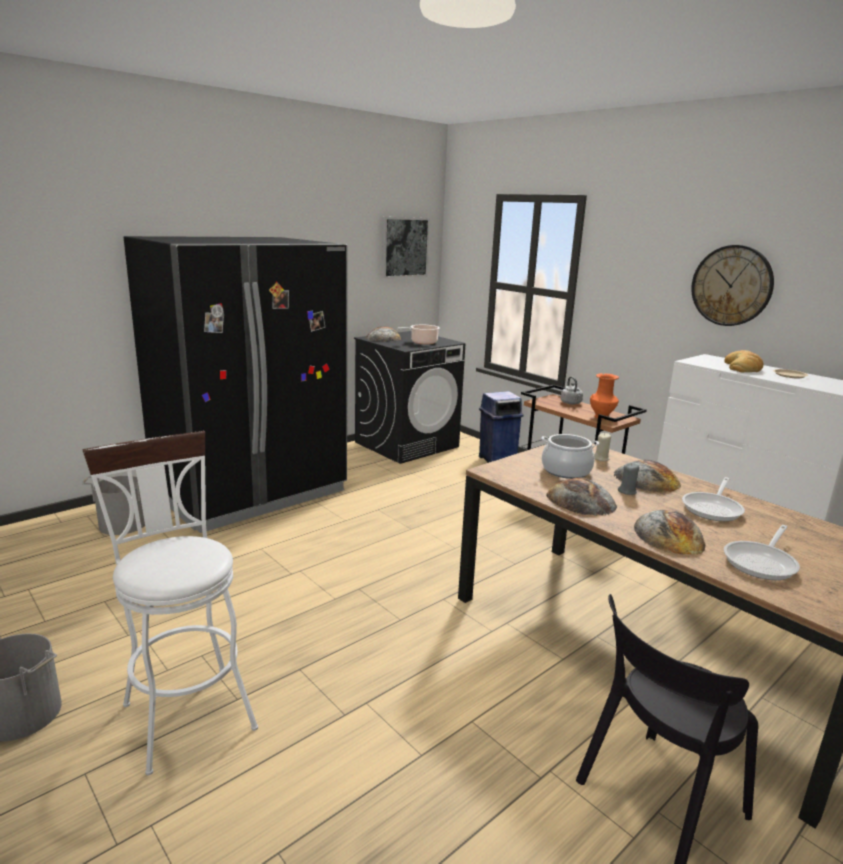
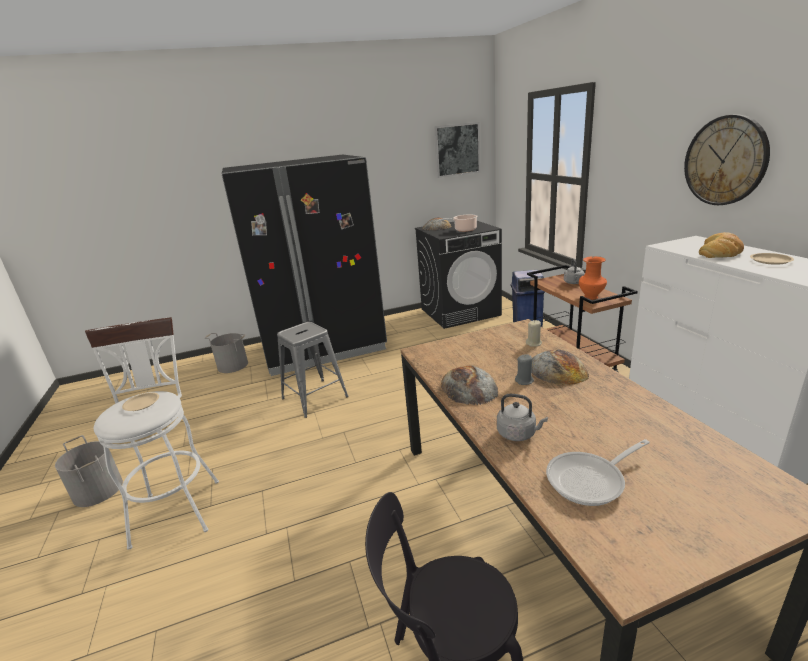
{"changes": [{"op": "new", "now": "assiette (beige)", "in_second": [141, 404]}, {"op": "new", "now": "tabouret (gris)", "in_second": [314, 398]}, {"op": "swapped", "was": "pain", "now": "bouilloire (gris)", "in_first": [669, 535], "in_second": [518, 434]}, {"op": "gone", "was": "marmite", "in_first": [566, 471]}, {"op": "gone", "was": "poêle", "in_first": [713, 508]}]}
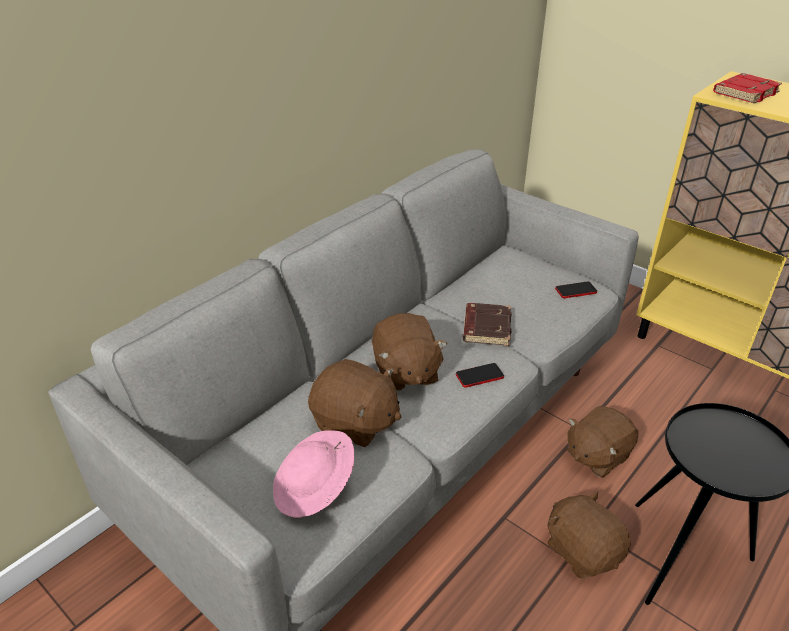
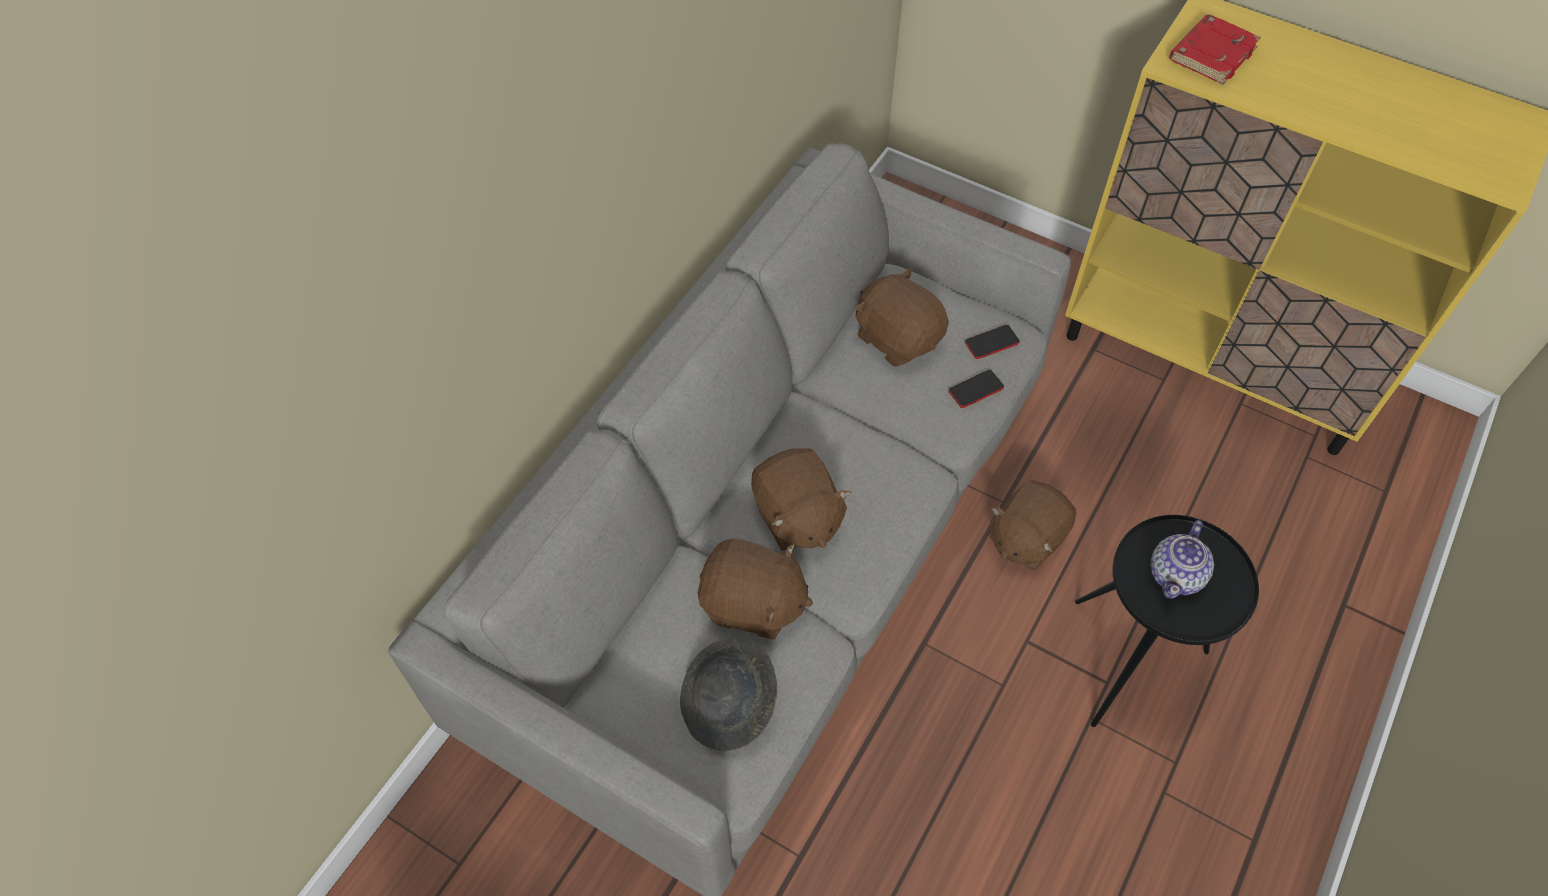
{"changes": [{"op": "repainted", "was": "chapeau (rose)", "now": "chapeau (gris)", "in_first": [315, 488], "in_second": [729, 705]}, {"op": "shifted", "was": "peluche (marron)", "in_first": [582, 550], "in_second": [898, 337]}, {"op": "shifted", "was": "téléphone", "in_first": [479, 376], "in_second": [975, 389]}, {"op": "new", "now": "théière", "in_second": [1176, 574]}, {"op": "gone", "was": "livre (marron)", "in_first": [486, 328]}]}
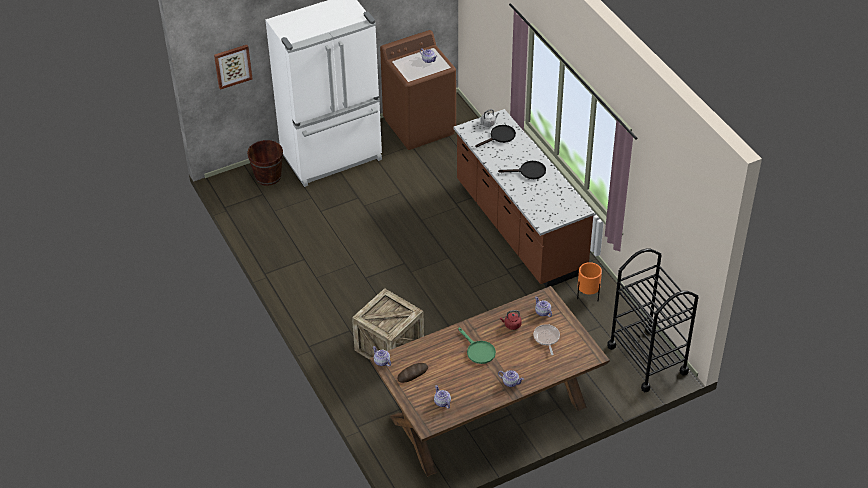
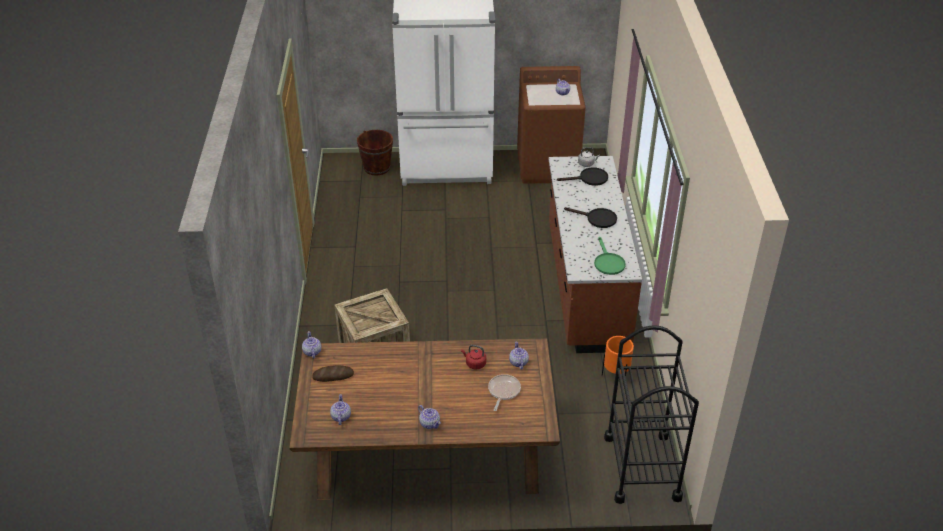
{"changes": [{"op": "shifted", "was": "poêle (vert)", "in_first": [478, 351], "in_second": [608, 262]}, {"op": "gone", "was": "tableau", "in_first": [232, 66]}]}
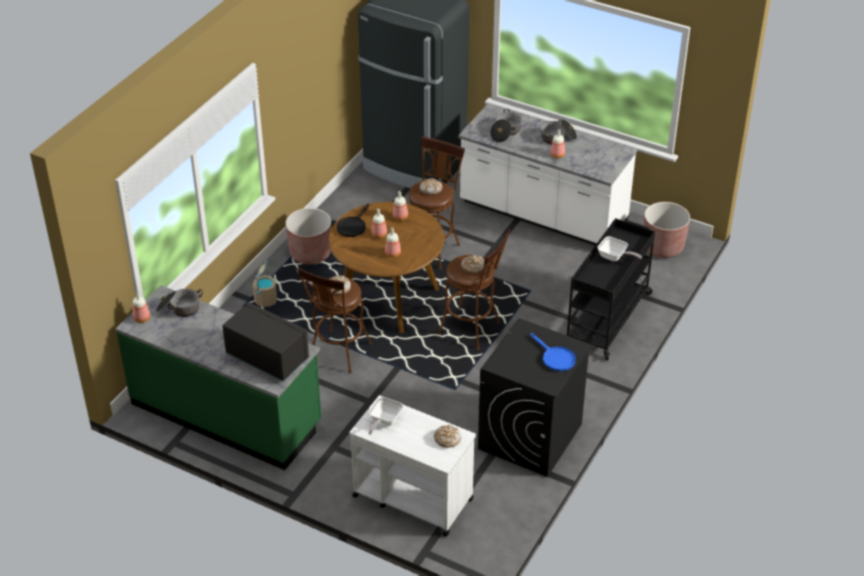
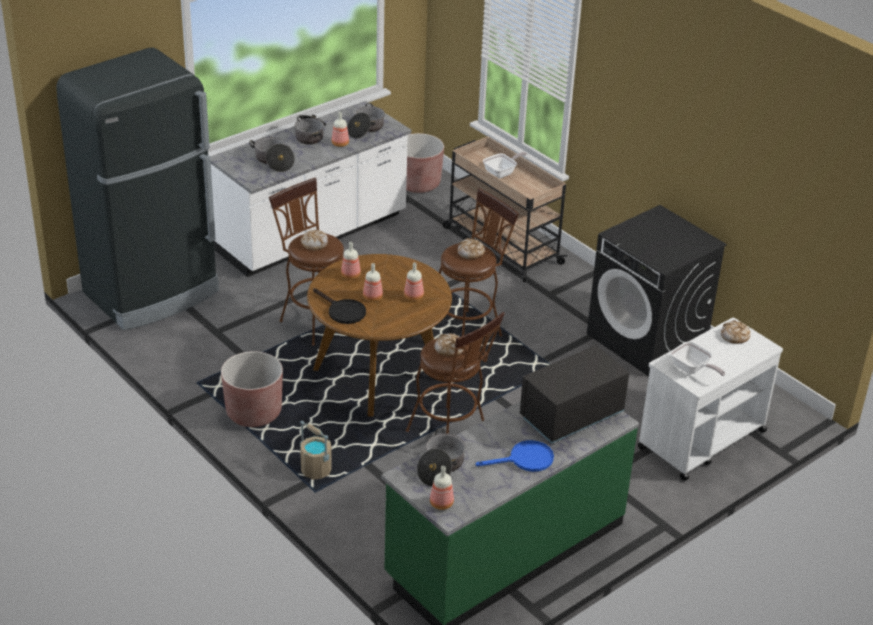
{"changes": [{"op": "new", "now": "marmite", "in_second": [365, 129]}, {"op": "repainted", "was": "chariot (noir)", "now": "chariot (beige)", "in_first": [607, 318], "in_second": [501, 245]}, {"op": "shifted", "was": "poêle (bleu)", "in_first": [555, 358], "in_second": [525, 460]}]}
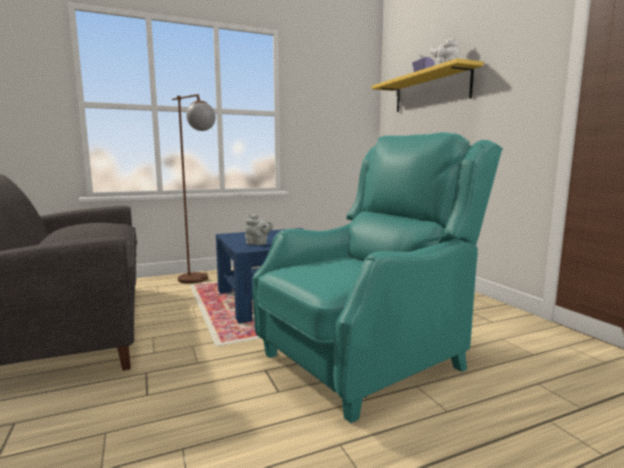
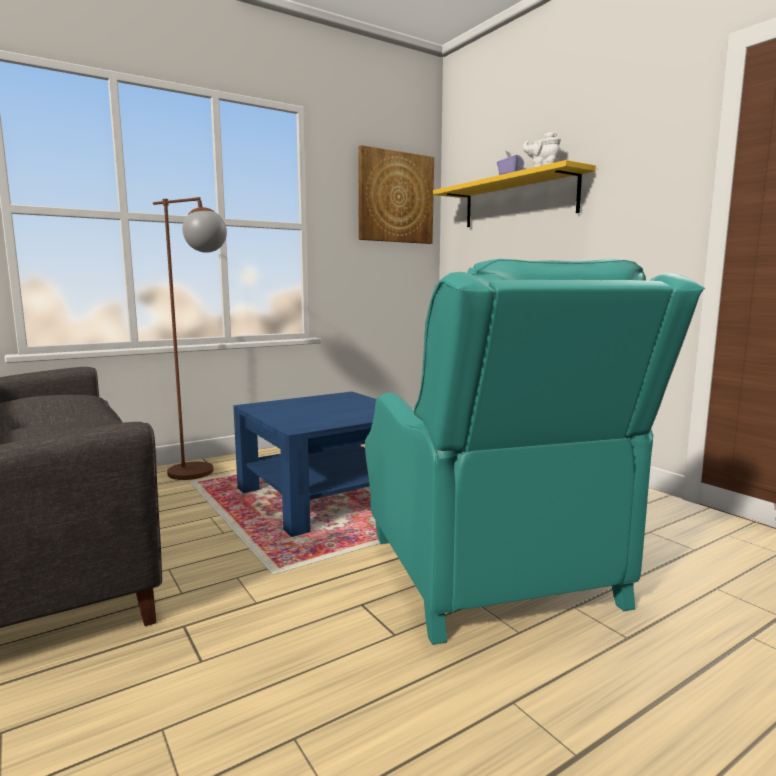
{"changes": [{"op": "new", "now": "tableau", "in_second": [395, 197]}, {"op": "rotated", "was": "fauteuil (turquoise)", "in_first": [366, 359], "in_second": [493, 575], "clockwise": 120}, {"op": "gone", "was": "théière (gris)", "in_first": [258, 244]}]}
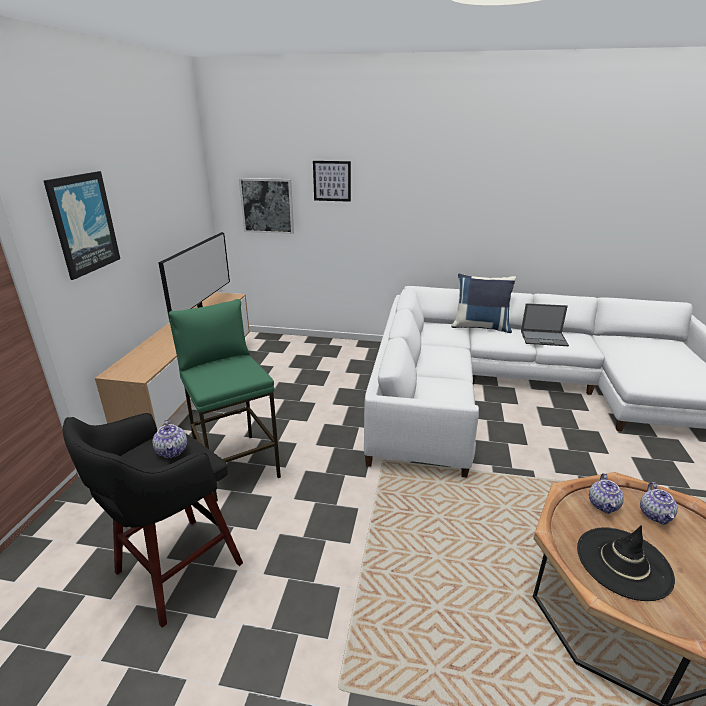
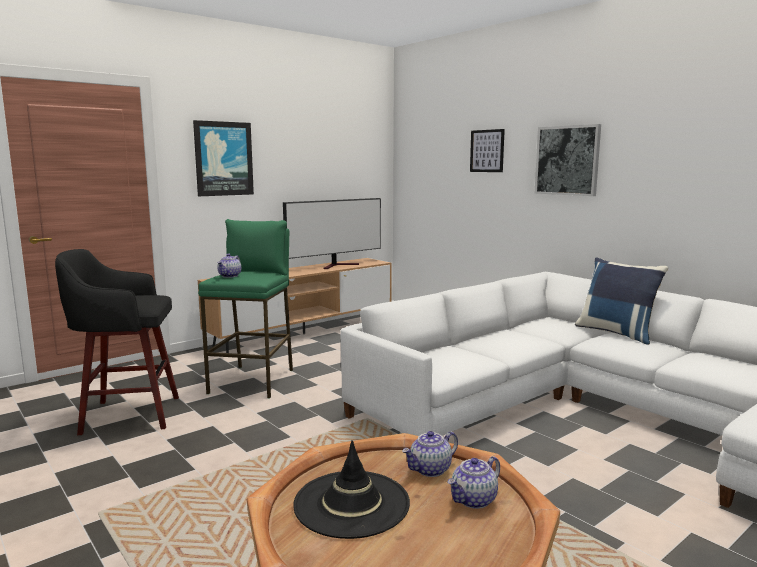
{"changes": [{"op": "shifted", "was": "théière", "in_first": [172, 451], "in_second": [230, 276]}, {"op": "shifted", "was": "tableau", "in_first": [267, 206], "in_second": [567, 160]}, {"op": "gone", "was": "ordinateur portable", "in_first": [544, 338]}]}
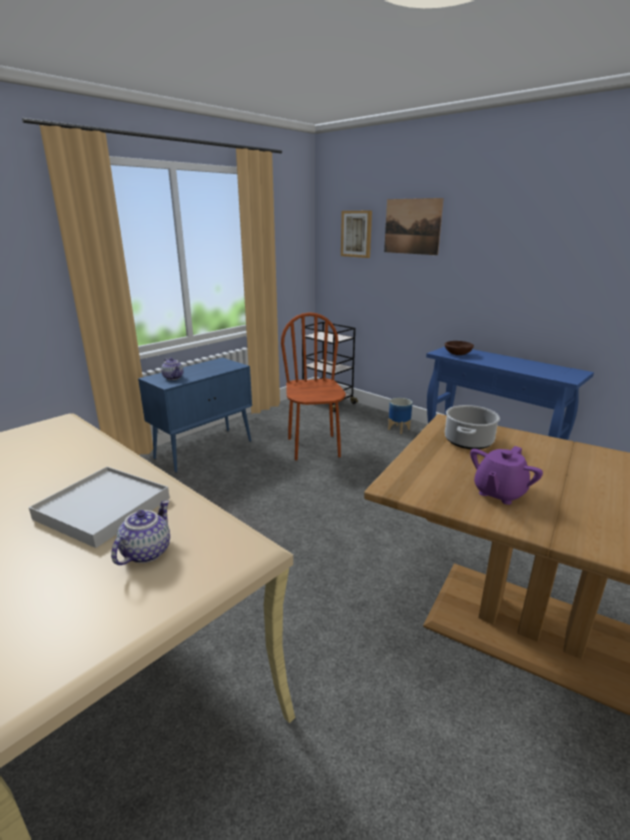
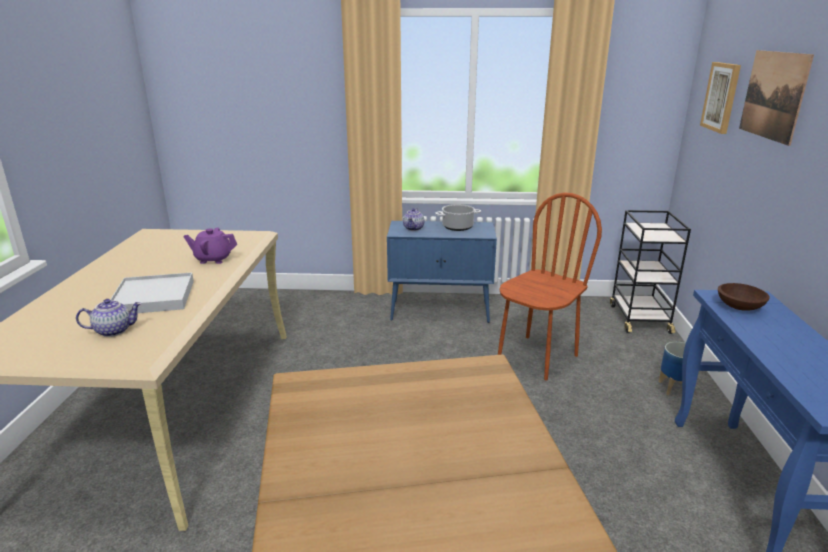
{"changes": [{"op": "shifted", "was": "théière (violet)", "in_first": [499, 493], "in_second": [213, 259]}, {"op": "shifted", "was": "marmite", "in_first": [468, 441], "in_second": [457, 227]}]}
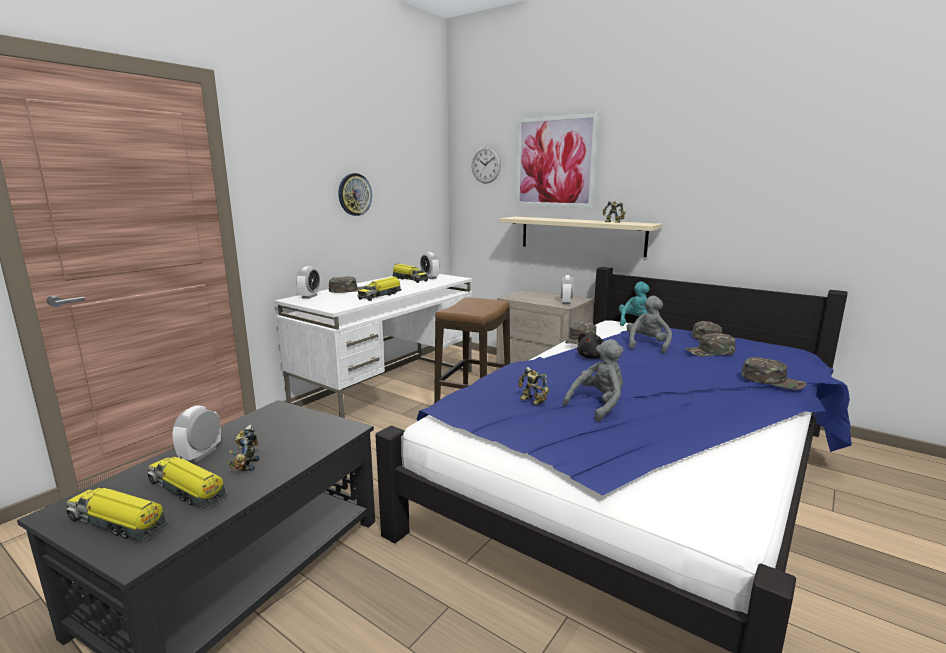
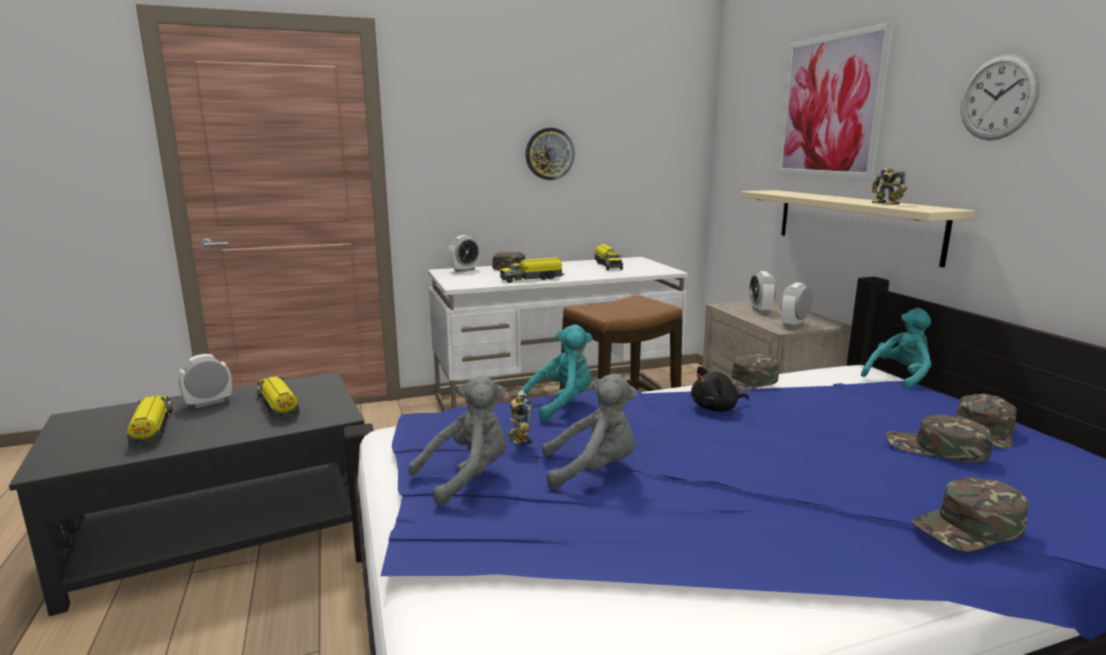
{"changes": [{"op": "shifted", "was": "camion jouet", "in_first": [118, 523], "in_second": [278, 406]}, {"op": "shifted", "was": "peluche (gris)", "in_first": [647, 345], "in_second": [467, 477]}, {"op": "new", "now": "peluche (turquoise)", "in_second": [561, 405]}, {"op": "shifted", "was": "réveil", "in_first": [430, 277], "in_second": [760, 310]}, {"op": "rotated", "was": "casquette (vert)", "in_first": [772, 380], "in_second": [969, 527], "clockwise": 90}, {"op": "shifted", "was": "horloge murale", "in_first": [486, 165], "in_second": [998, 98]}, {"op": "gone", "was": "robot jouet", "in_first": [246, 465]}]}
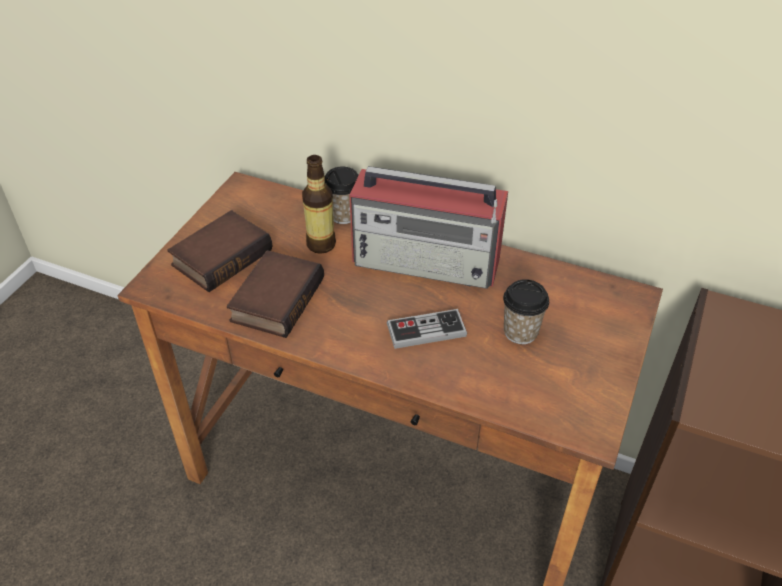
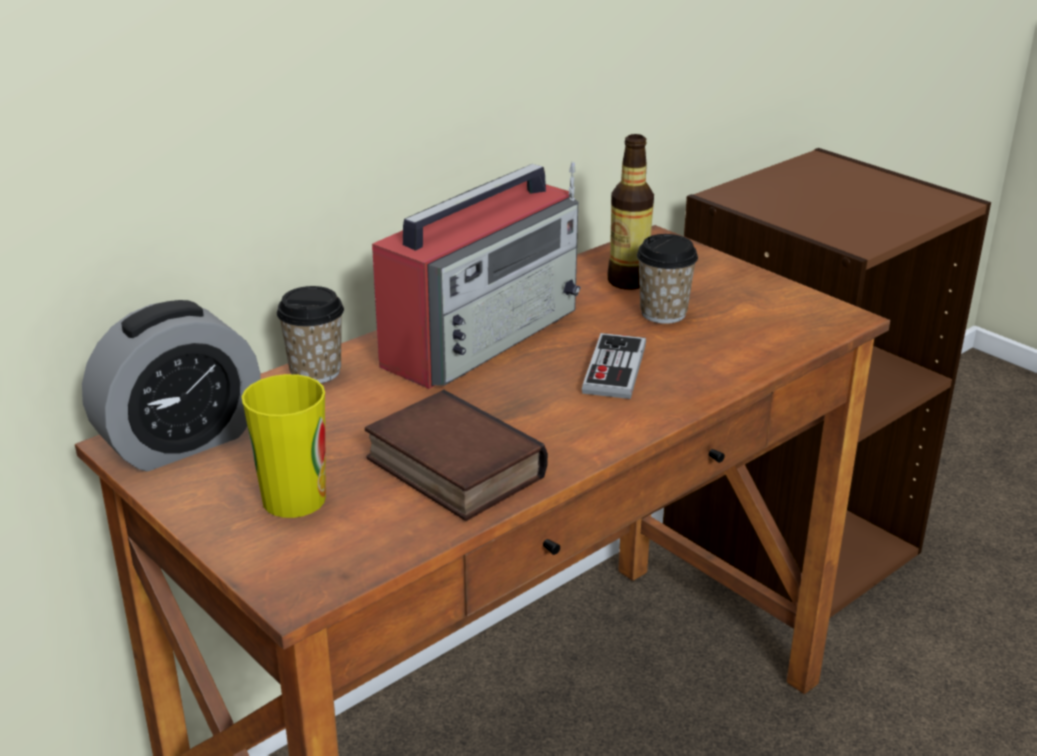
{"changes": [{"op": "new", "now": "réveil", "in_second": [181, 442]}, {"op": "swapped", "was": "livre", "now": "tasse", "in_first": [221, 256], "in_second": [294, 499]}, {"op": "shifted", "was": "bouteille", "in_first": [321, 244], "in_second": [628, 281]}]}
